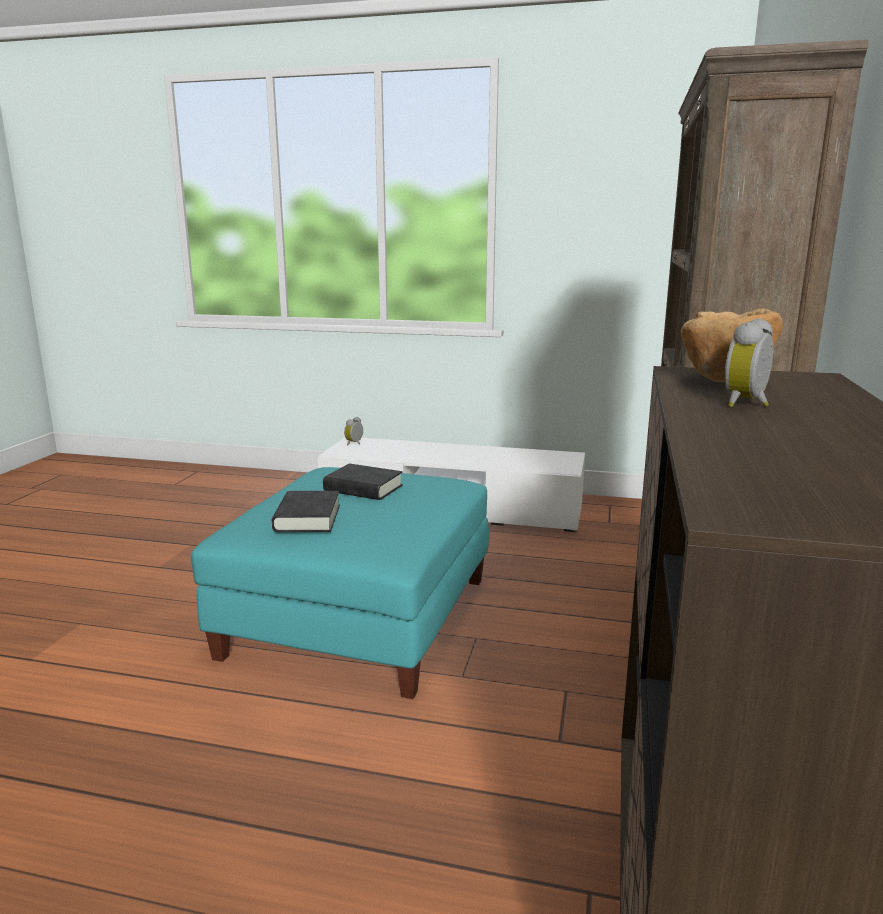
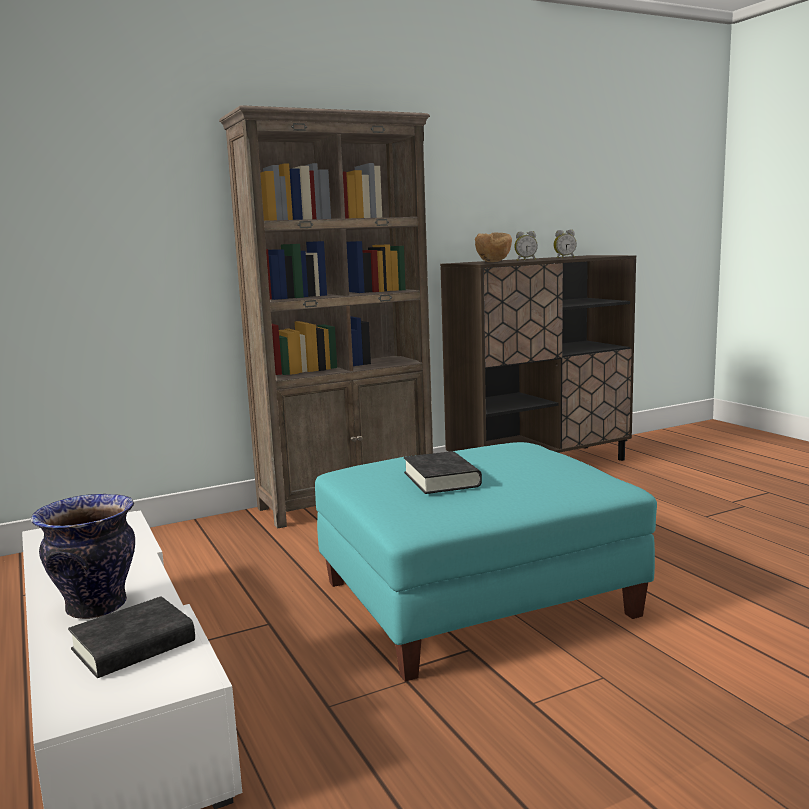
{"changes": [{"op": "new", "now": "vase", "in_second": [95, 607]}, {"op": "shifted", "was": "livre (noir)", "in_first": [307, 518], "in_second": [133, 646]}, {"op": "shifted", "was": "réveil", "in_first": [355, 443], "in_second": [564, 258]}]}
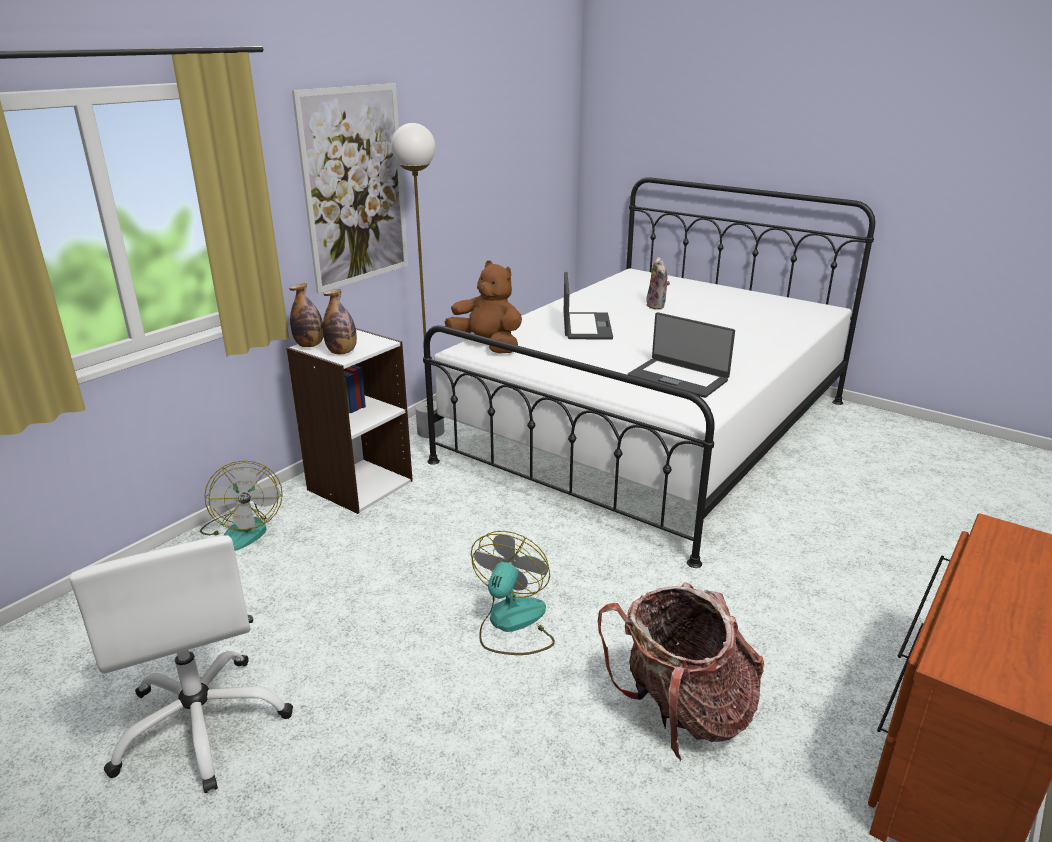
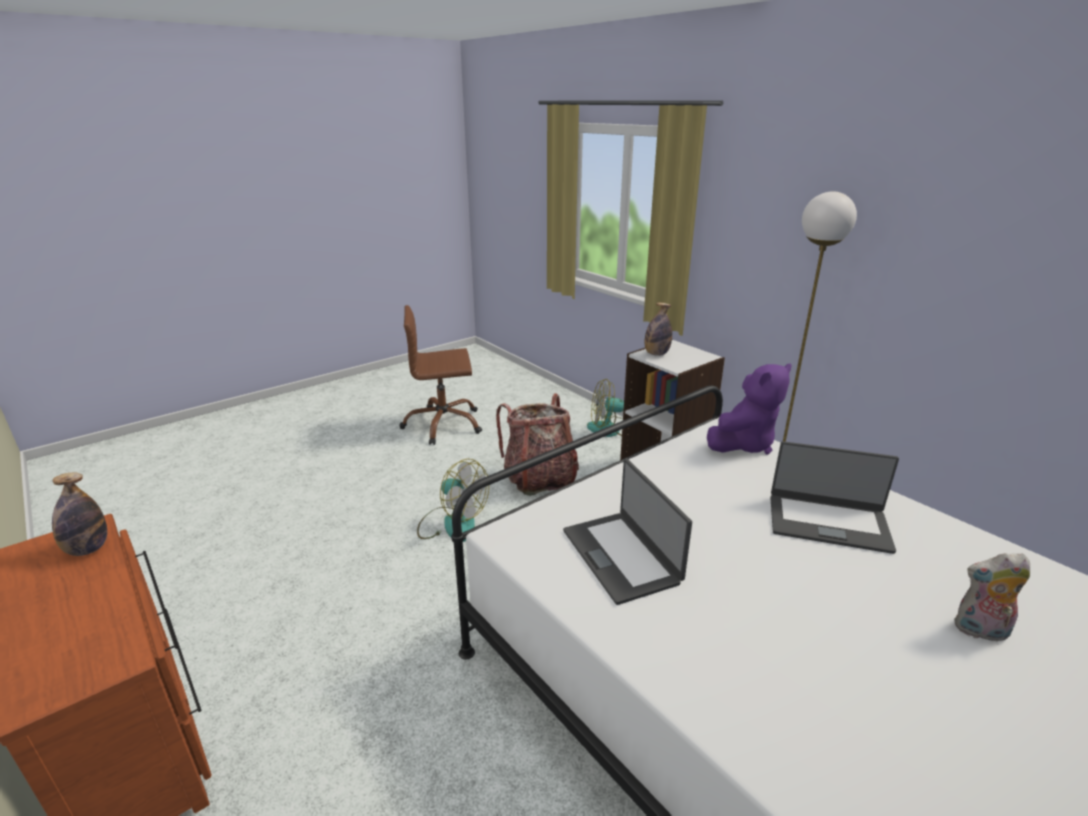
{"changes": [{"op": "shifted", "was": "bouteille", "in_first": [310, 345], "in_second": [88, 549]}, {"op": "repainted", "was": "chaise de bureau (blanc)", "now": "chaise de bureau (marron)", "in_first": [202, 724], "in_second": [443, 424]}, {"op": "shifted", "was": "sac à dos", "in_first": [682, 714], "in_second": [539, 478]}, {"op": "rotated", "was": "ordinateur portable", "in_first": [678, 378], "in_second": [622, 556], "clockwise": -75}, {"op": "repainted", "was": "peluche (marron)", "now": "peluche (violet)", "in_first": [487, 345], "in_second": [743, 444]}, {"op": "gone", "was": "tableau", "in_first": [355, 187]}]}
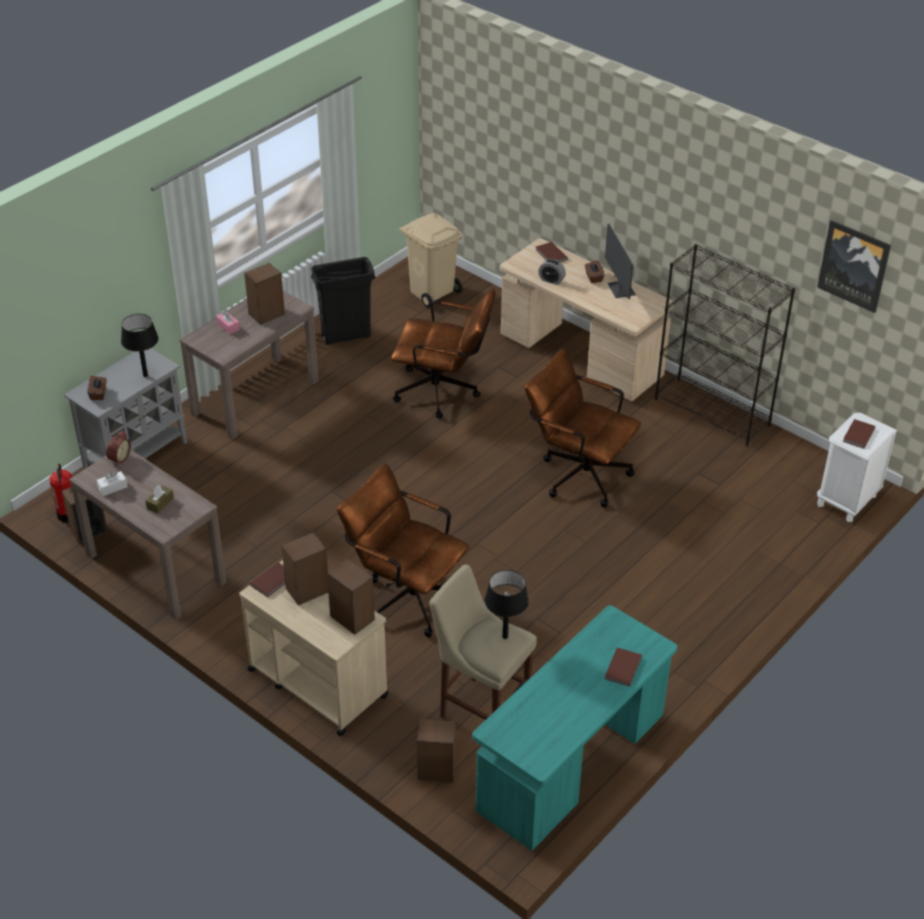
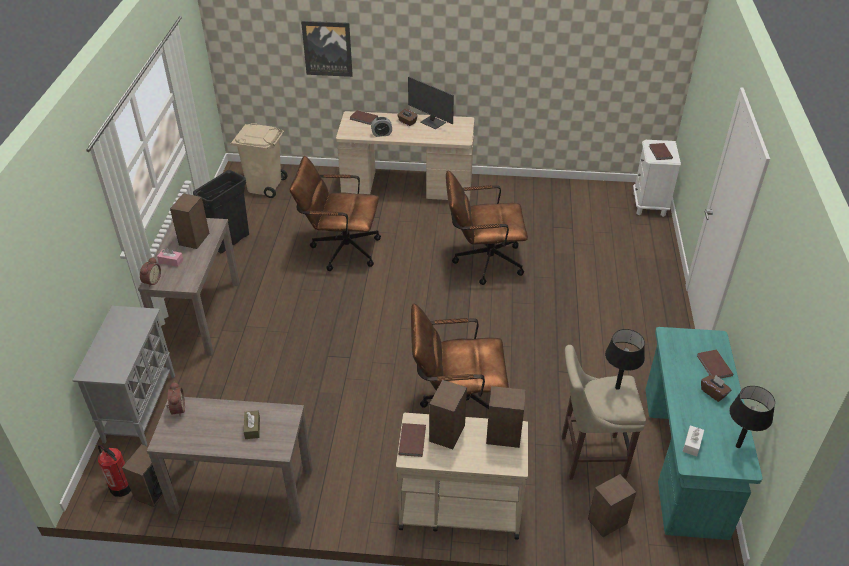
{"changes": [{"op": "new", "now": "réveil", "in_second": [151, 281]}, {"op": "rotated", "was": "chaise de bureau (marron)", "in_first": [444, 392], "in_second": [340, 249], "clockwise": -150}, {"op": "shifted", "was": "tableau", "in_first": [854, 265], "in_second": [327, 48]}, {"op": "shifted", "was": "boîte à mouchoirs (blanc)", "in_first": [112, 487], "in_second": [692, 444]}, {"op": "shifted", "was": "boîte à mouchoirs (marron)", "in_first": [98, 393], "in_second": [713, 392]}, {"op": "shifted", "was": "lampe de table (noir)", "in_first": [145, 375], "in_second": [738, 446]}, {"op": "gone", "was": "bibliothèque (noir)", "in_first": [712, 412]}]}
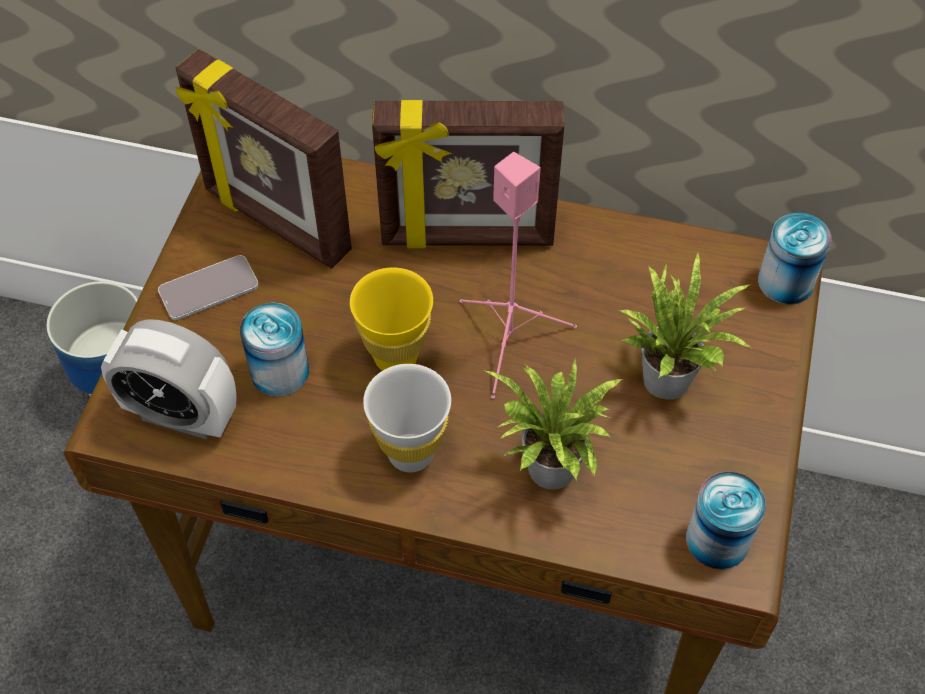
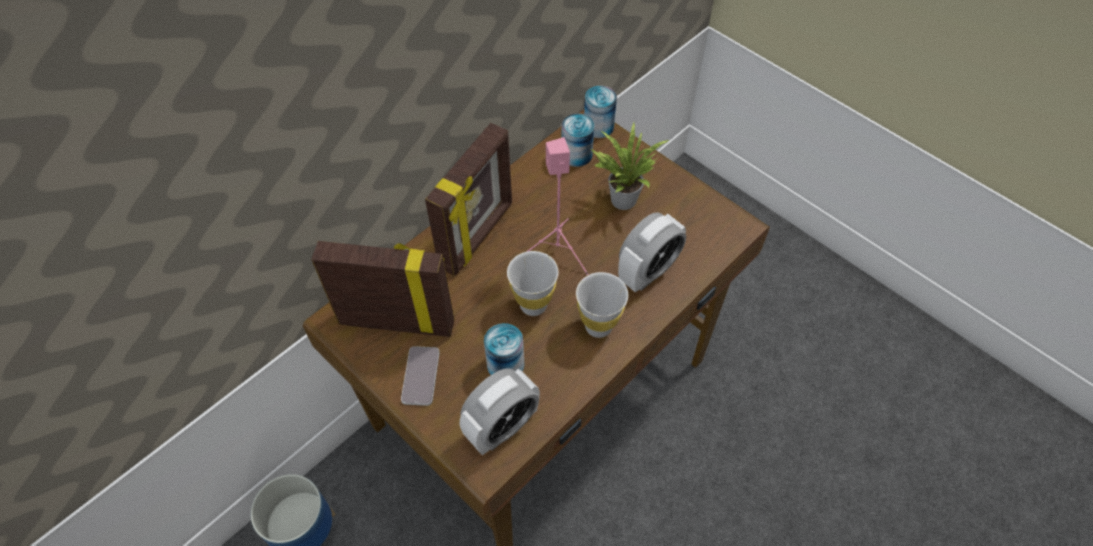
{"changes": [{"op": "rotated", "was": "cadre photo", "in_first": [275, 223], "in_second": [397, 321], "clockwise": -150}, {"op": "repainted", "was": "tasse (jaune)", "now": "tasse (blanc)", "in_first": [395, 357], "in_second": [533, 305]}, {"op": "shifted", "was": "boîte métallique", "in_first": [717, 540], "in_second": [576, 155]}, {"op": "swapped", "was": "plante en pot", "now": "réveil", "in_first": [550, 474], "in_second": [647, 272]}]}
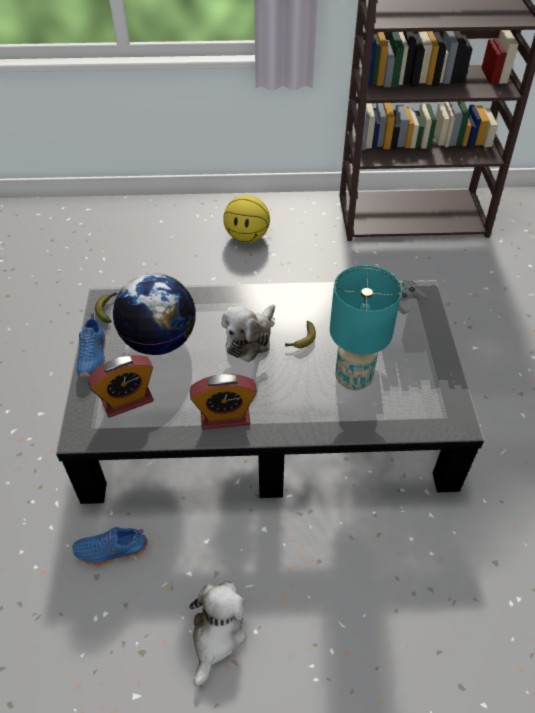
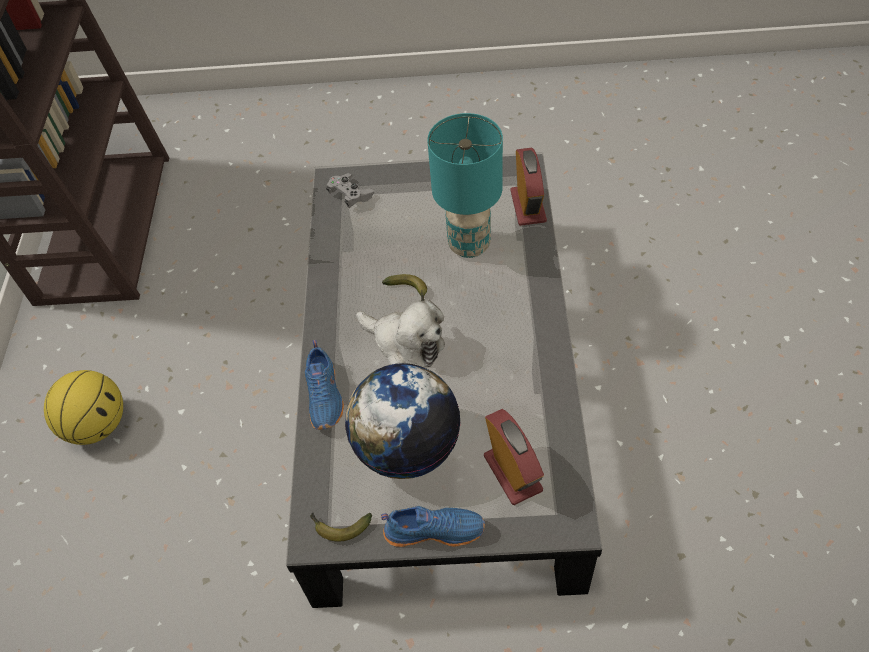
{"changes": [{"op": "shifted", "was": "chaussure (bleu)", "in_first": [111, 551], "in_second": [325, 396]}, {"op": "shifted", "was": "réveil", "in_first": [225, 417], "in_second": [528, 206]}, {"op": "gone", "was": "peluche", "in_first": [217, 634]}]}
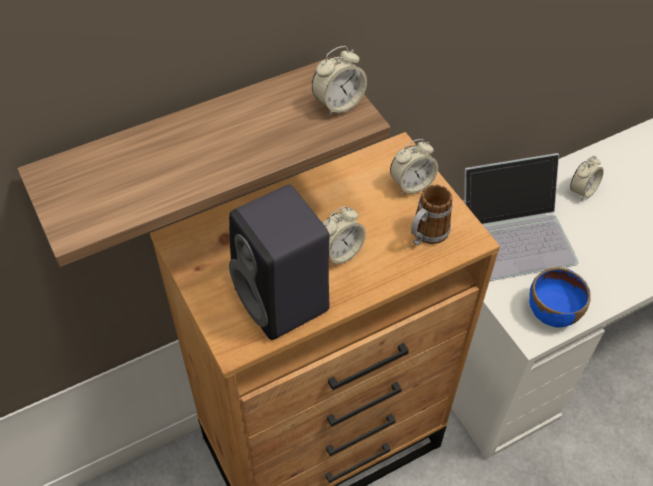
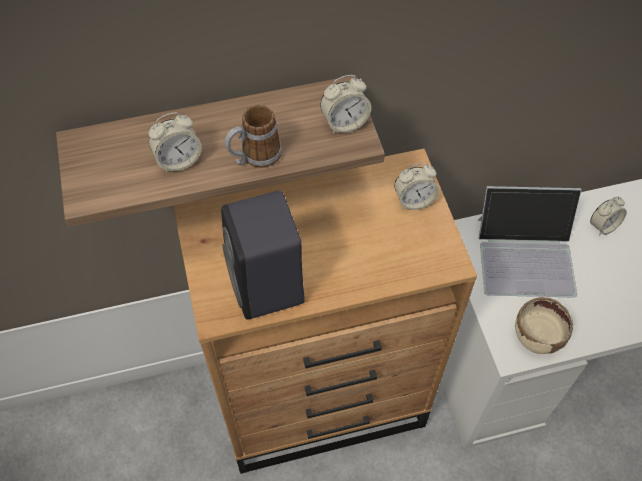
{"changes": [{"op": "shifted", "was": "réveil", "in_first": [340, 252], "in_second": [178, 160]}, {"op": "shifted", "was": "mug", "in_first": [425, 235], "in_second": [254, 157]}, {"op": "repainted", "was": "bol (bleu)", "now": "bol (beige)", "in_first": [552, 312], "in_second": [537, 337]}]}
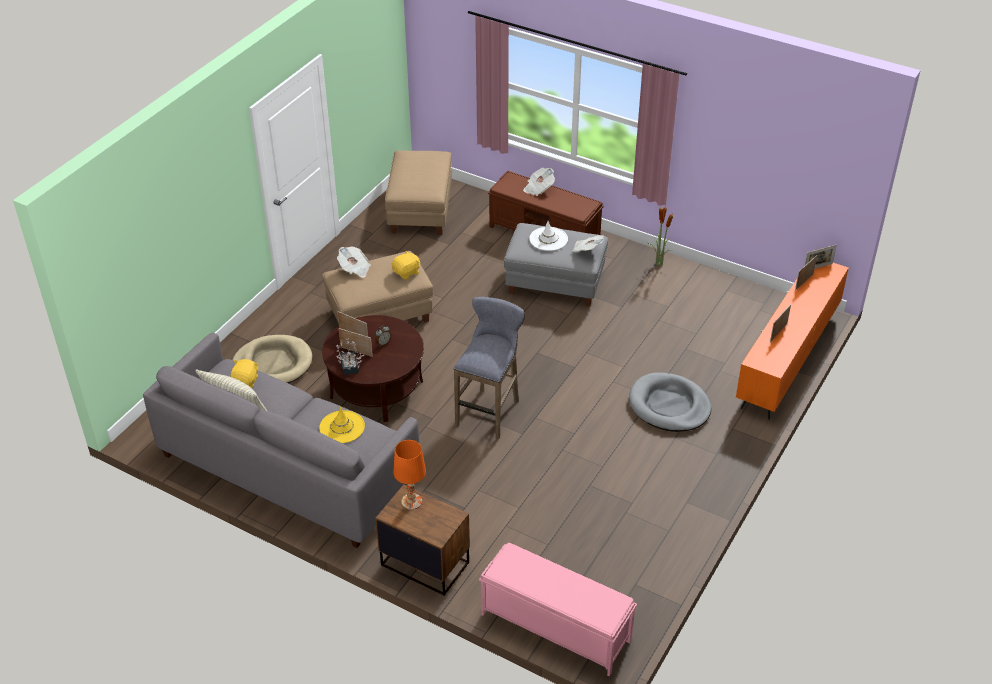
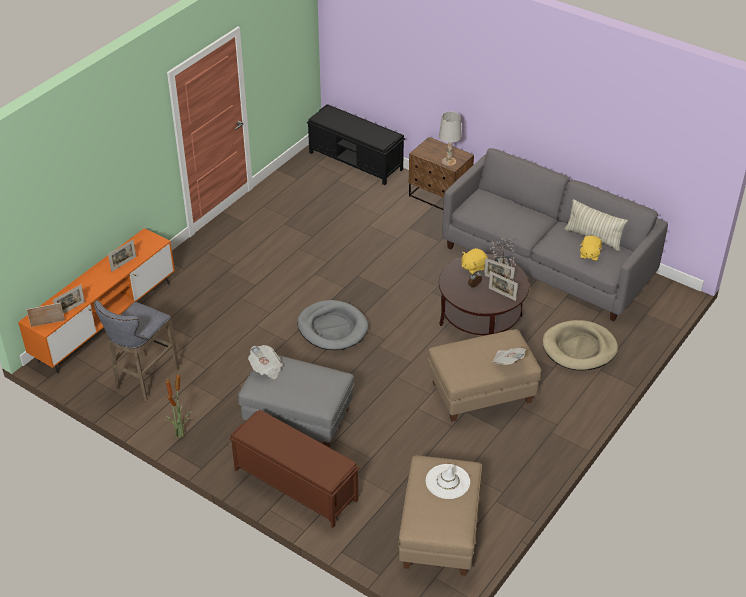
{"changes": [{"op": "shifted", "was": "tabouret (gris)", "in_first": [489, 411], "in_second": [144, 380]}, {"op": "shifted", "was": "panier pour chien (gris)", "in_first": [669, 406], "in_second": [332, 328]}, {"op": "repainted", "was": "banc (rose)", "now": "banc (noir)", "in_first": [554, 626], "in_second": [356, 161]}, {"op": "shifted", "was": "chapeau (blanc)", "in_first": [548, 239], "in_second": [447, 481]}, {"op": "repainted", "was": "lampe de table (orange)", "now": "lampe de table (blanc)", "in_first": [412, 501], "in_second": [448, 161]}, {"op": "shifted", "was": "peluche (jaune)", "in_first": [407, 273], "in_second": [473, 267]}, {"op": "gone", "was": "chapeau (jaune)", "in_first": [342, 427]}, {"op": "gone", "was": "journal", "in_first": [538, 188]}]}
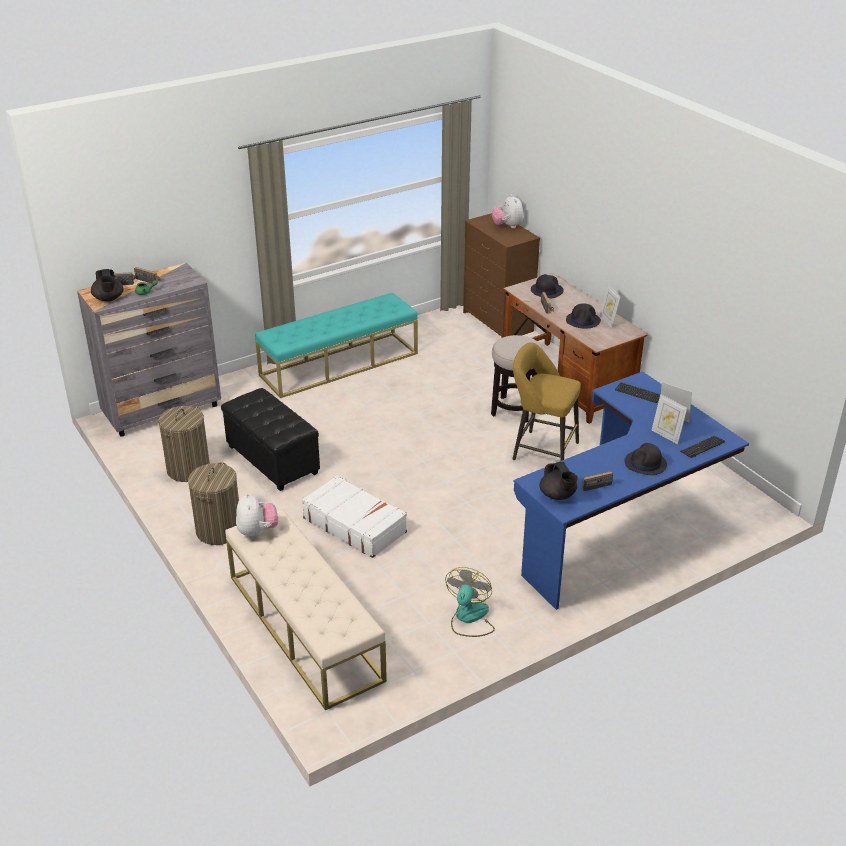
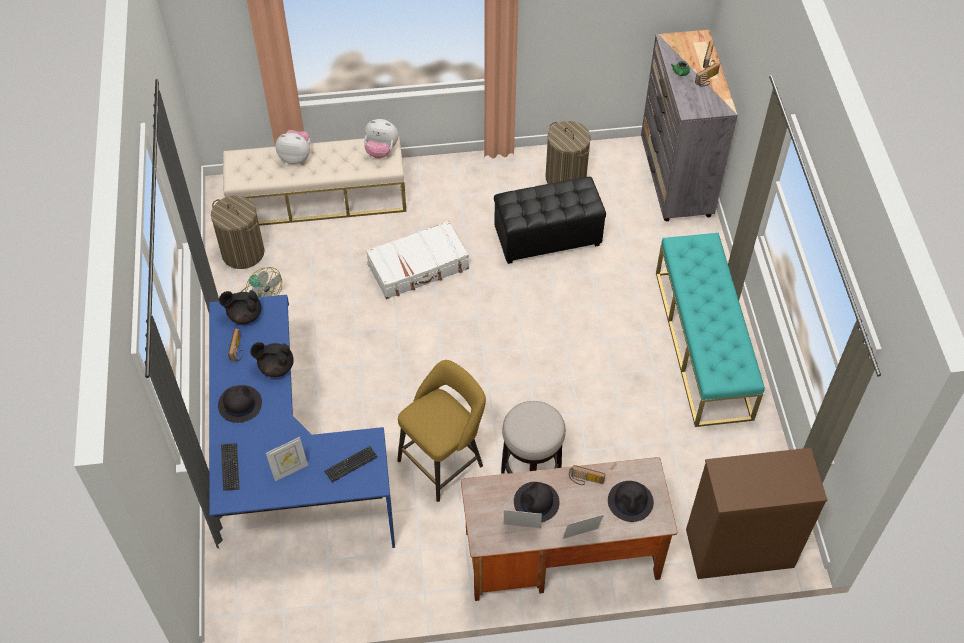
{"changes": [{"op": "shifted", "was": "panier à linge", "in_first": [219, 530], "in_second": [243, 252]}, {"op": "shifted", "was": "théière (noir)", "in_first": [109, 299], "in_second": [275, 367]}, {"op": "shifted", "was": "peluche", "in_first": [507, 226], "in_second": [296, 156]}, {"op": "shifted", "was": "cadre photo", "in_first": [666, 435], "in_second": [581, 537]}]}
